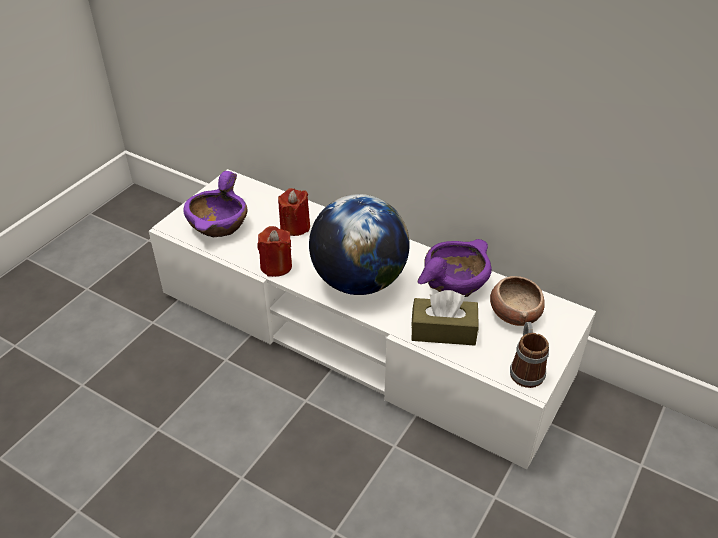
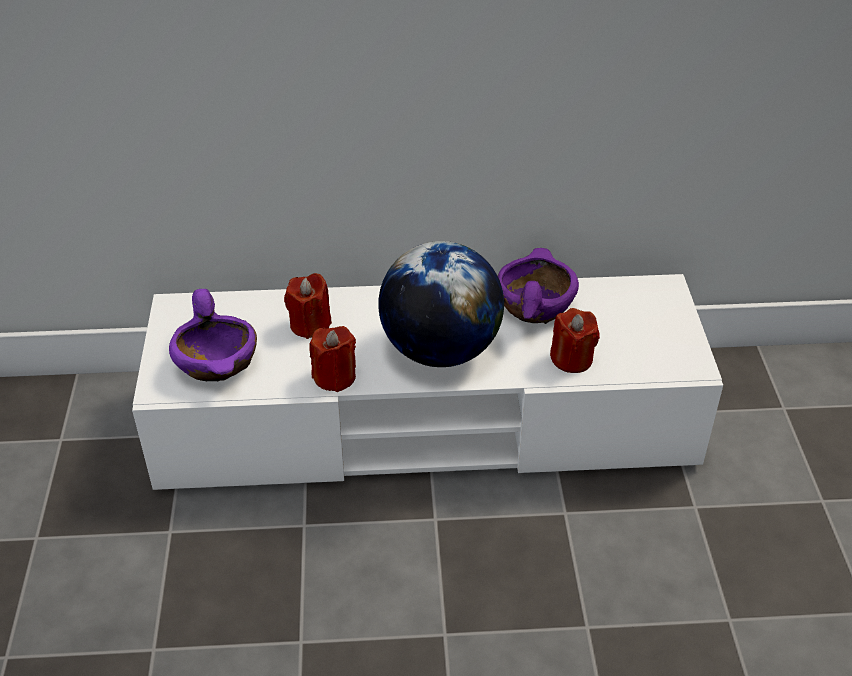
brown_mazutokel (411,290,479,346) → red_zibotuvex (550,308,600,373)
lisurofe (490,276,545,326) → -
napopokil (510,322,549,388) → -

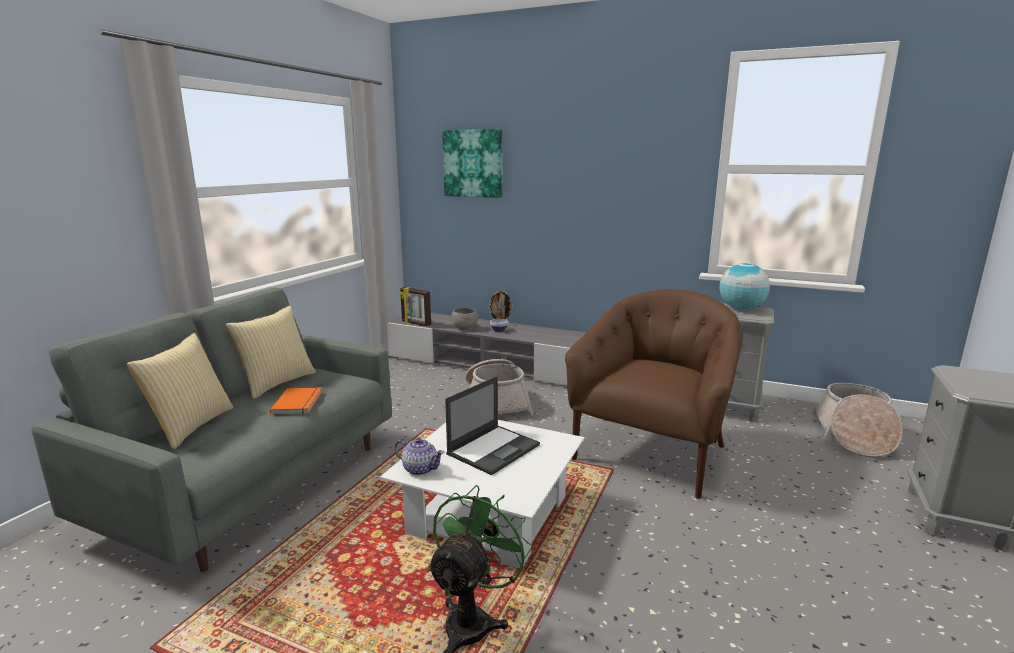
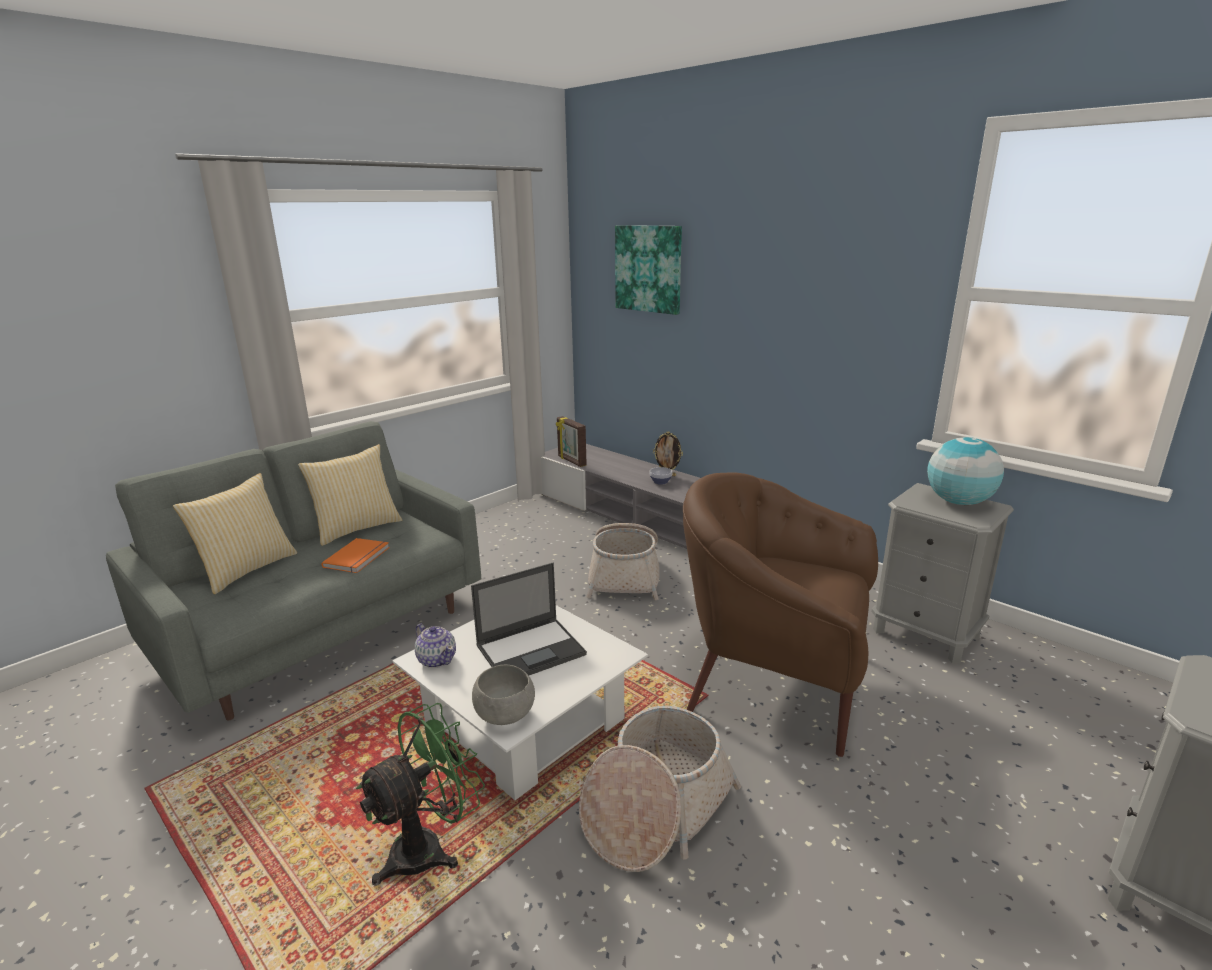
grey_lisurofe (451,308,478,329) → grey_lisurofe (472,665,535,725), shifted
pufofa (812,383,903,457) → pufofa (579,706,741,872), shifted
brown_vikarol (565,289,743,499) → brown_vikarol (683,473,878,757), 120 degrees counterclockwise

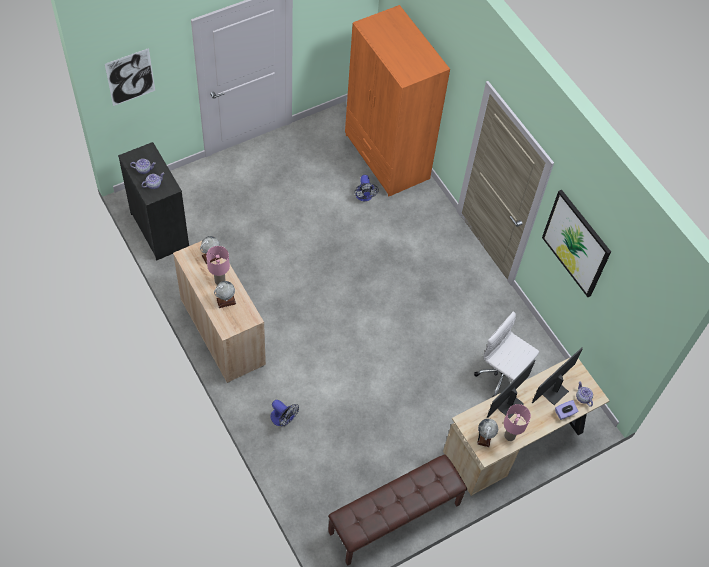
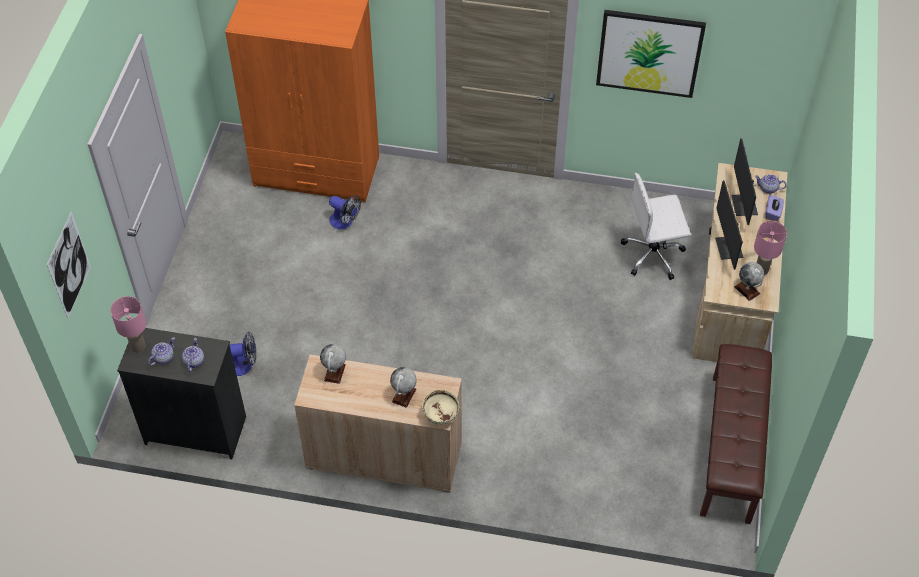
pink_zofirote (206,246,230,285) → pink_zofirote (110,296,146,353), shifted
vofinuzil (270,400,299,426) → vofinuzil (229,332,256,376), shifted
- → beige_lisurofe (422,389,459,425)

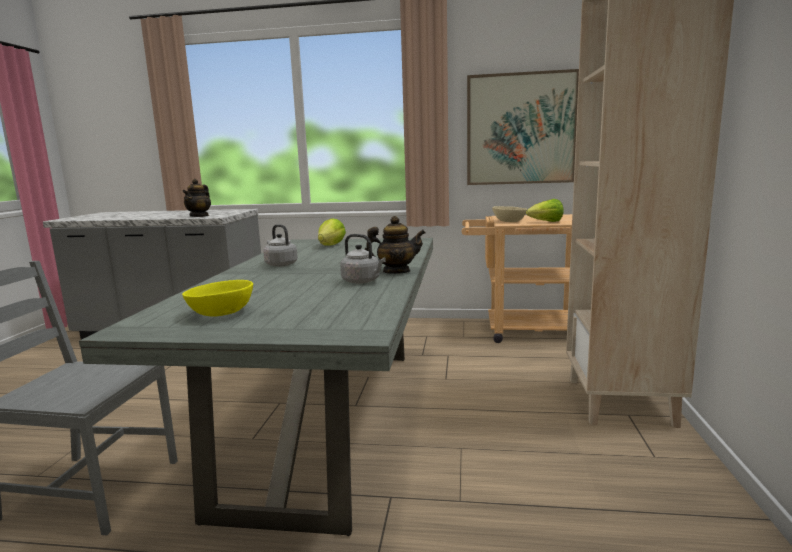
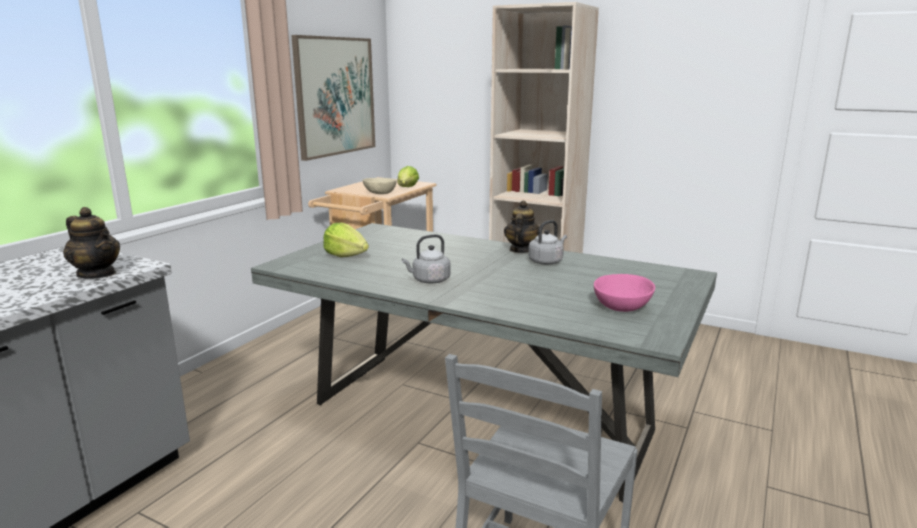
yellow_lisurofe (182,280,253,317) → pink_lisurofe (594,274,655,312)

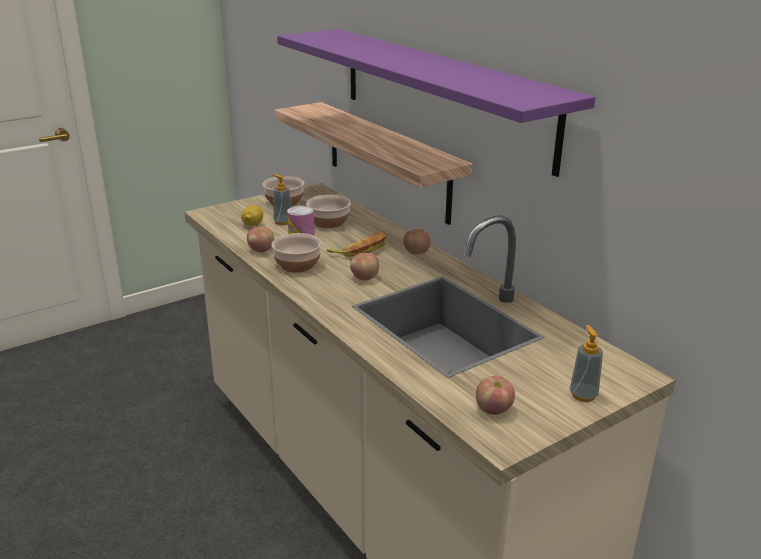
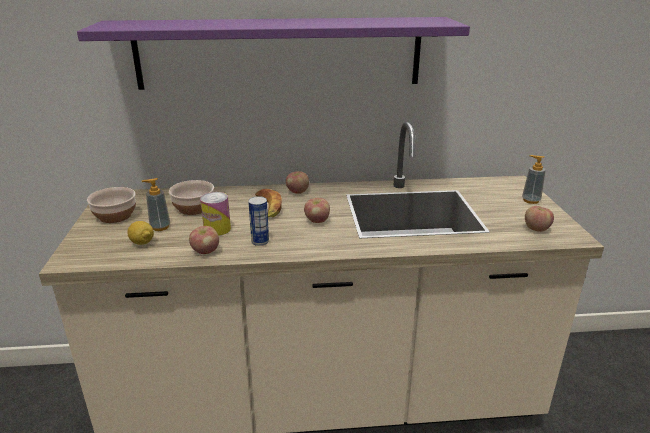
lisurofe (271,233,322,272) → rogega (248,196,269,246)
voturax (275,102,472,225) → -

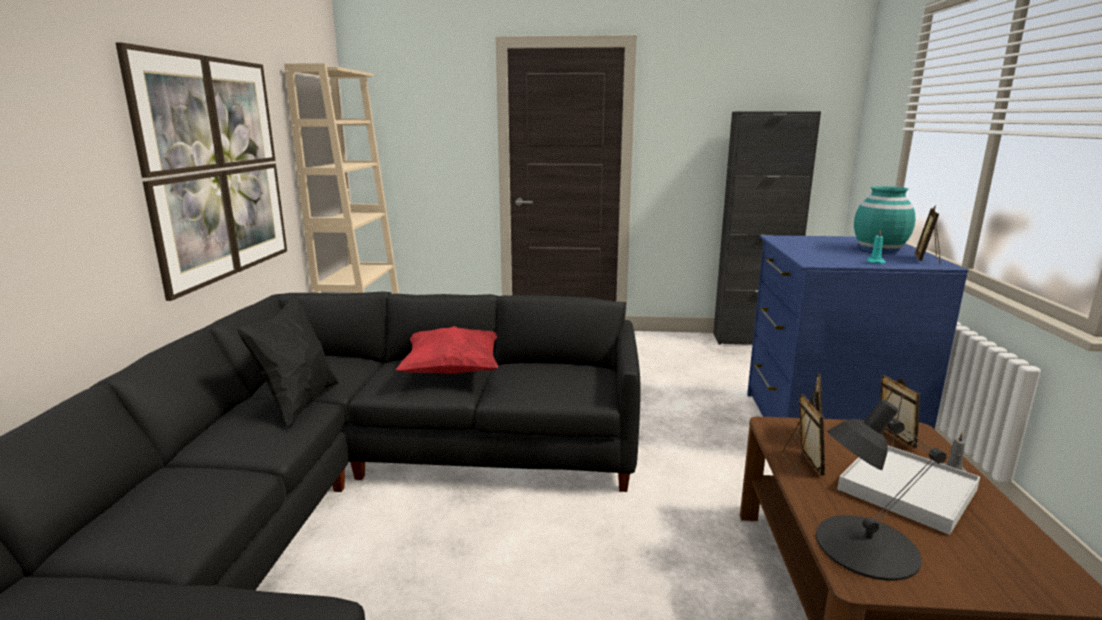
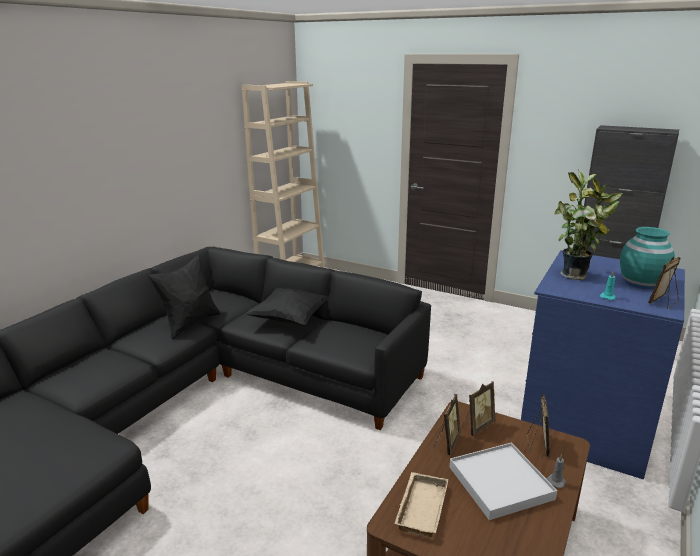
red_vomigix (395,326,498,374) → black_vomigix (245,288,329,326)
black_zofirote (816,400,947,581) → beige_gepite (395,472,448,537)
- → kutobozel (555,170,622,280)
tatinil (115,42,287,301) → -

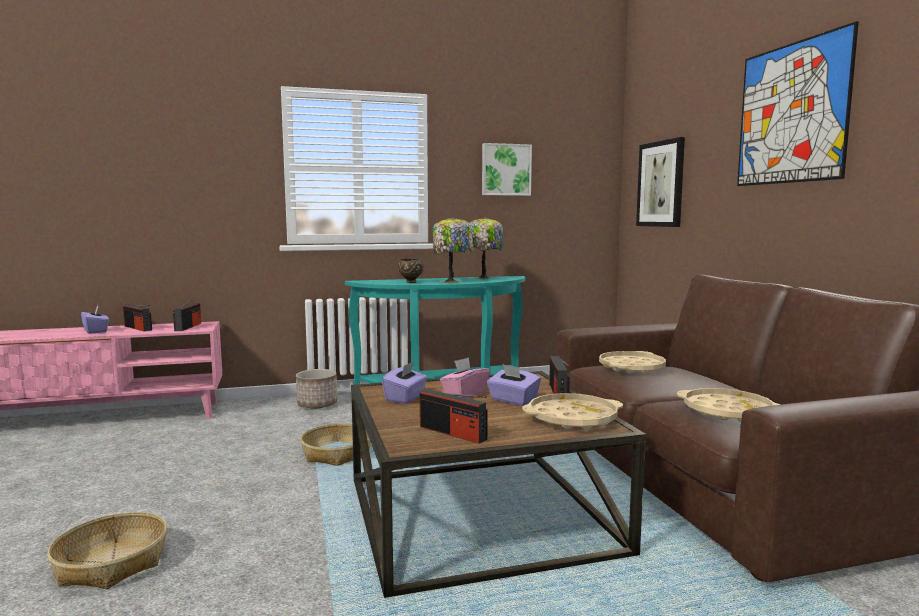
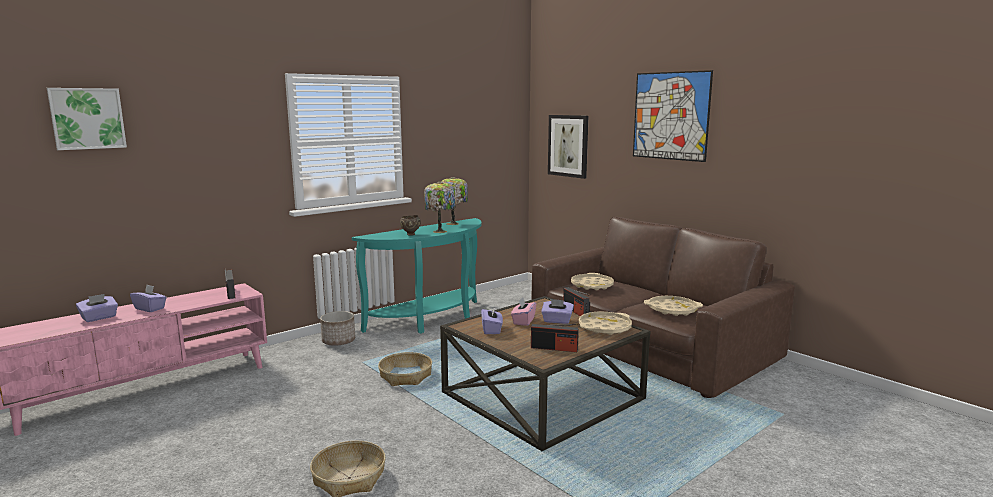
tatinil (482,143,532,196) → tatinil (47,88,127,150), shifted
- → purple_mazutokel (76,294,118,322)
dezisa (123,304,152,331) → -

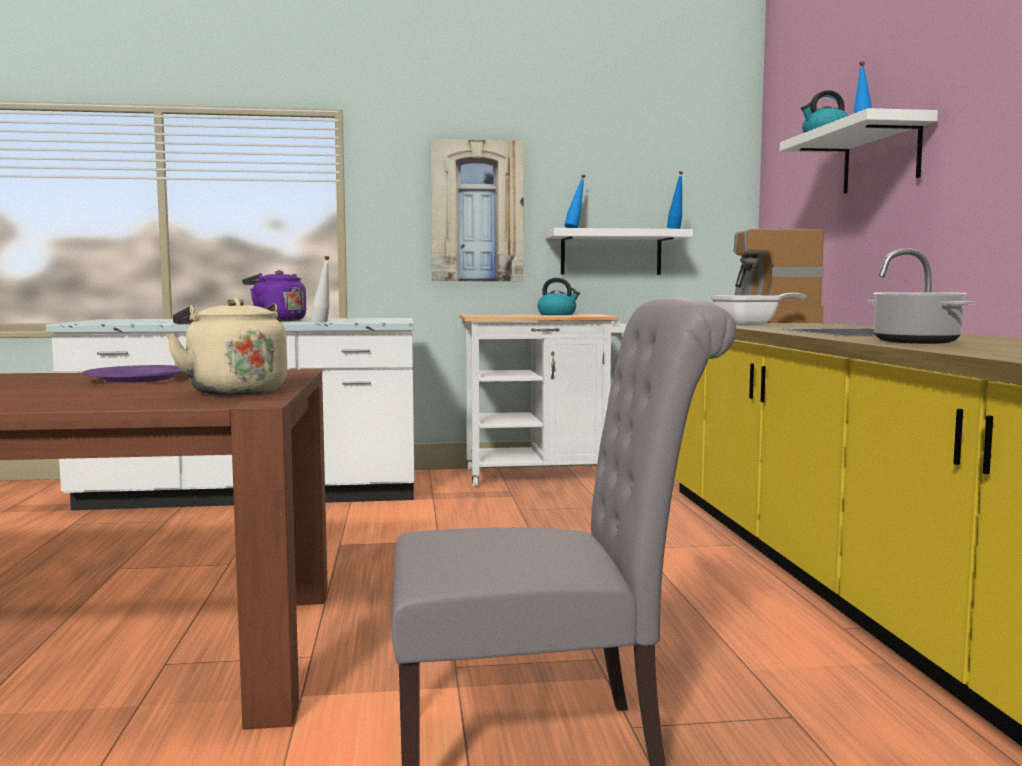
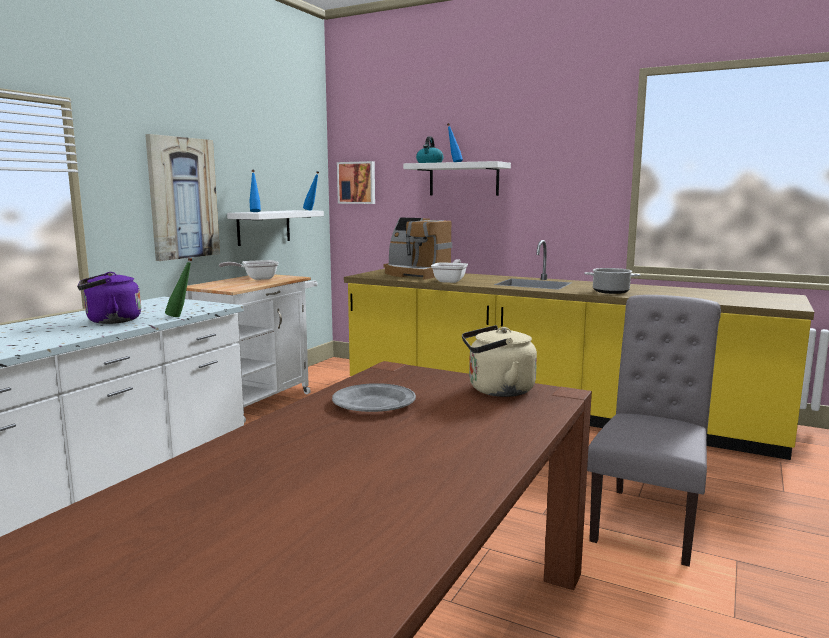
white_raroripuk (312,256,330,322) → green_raroripuk (165,257,193,317)
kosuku (537,278,580,315) → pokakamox (219,260,279,280)
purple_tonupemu (83,365,183,383) → grey_tonupemu (332,383,416,412)
- → tatinil (337,161,375,204)

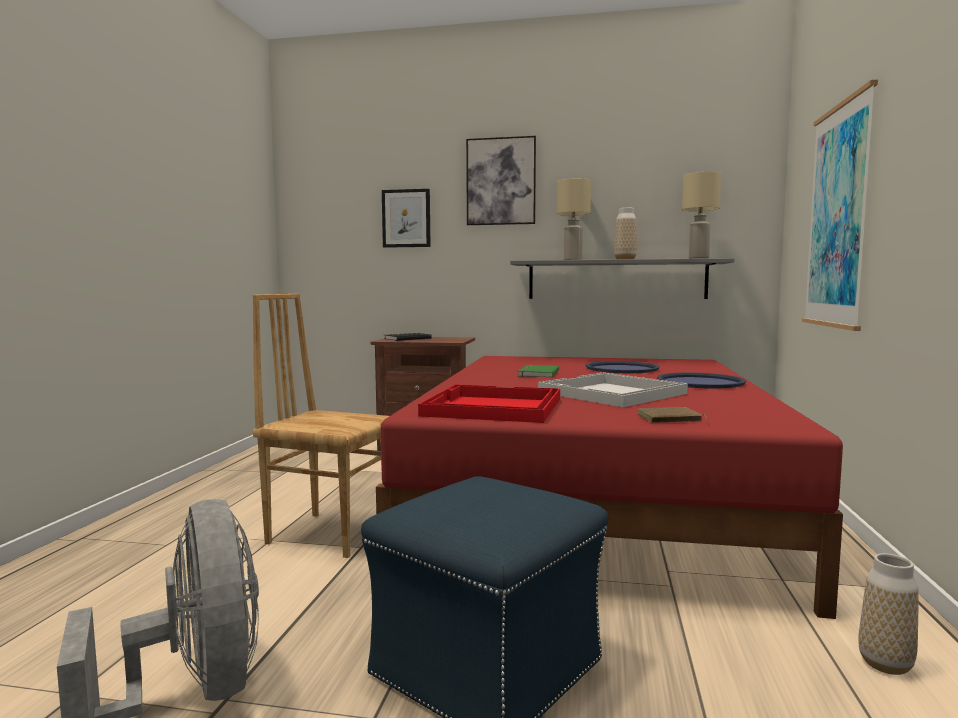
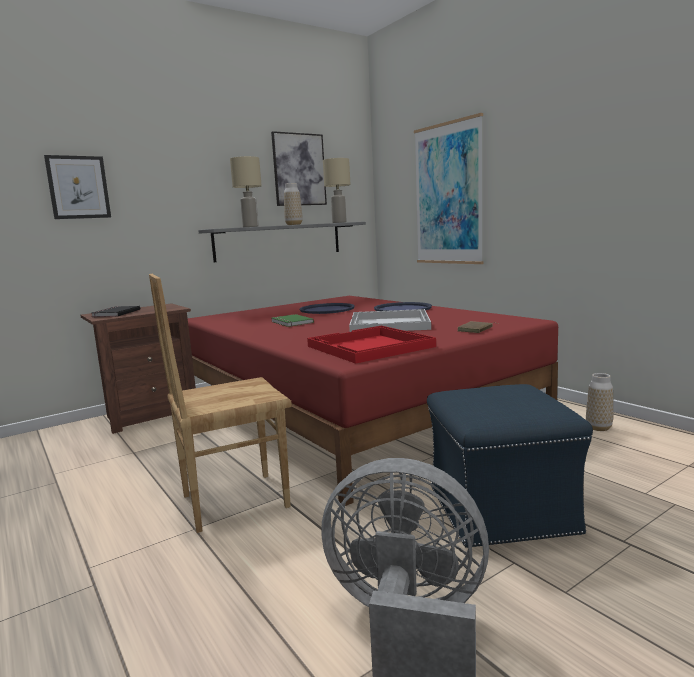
tatinil (466,136,536,225) → tatinil (271,131,327,206), shifted

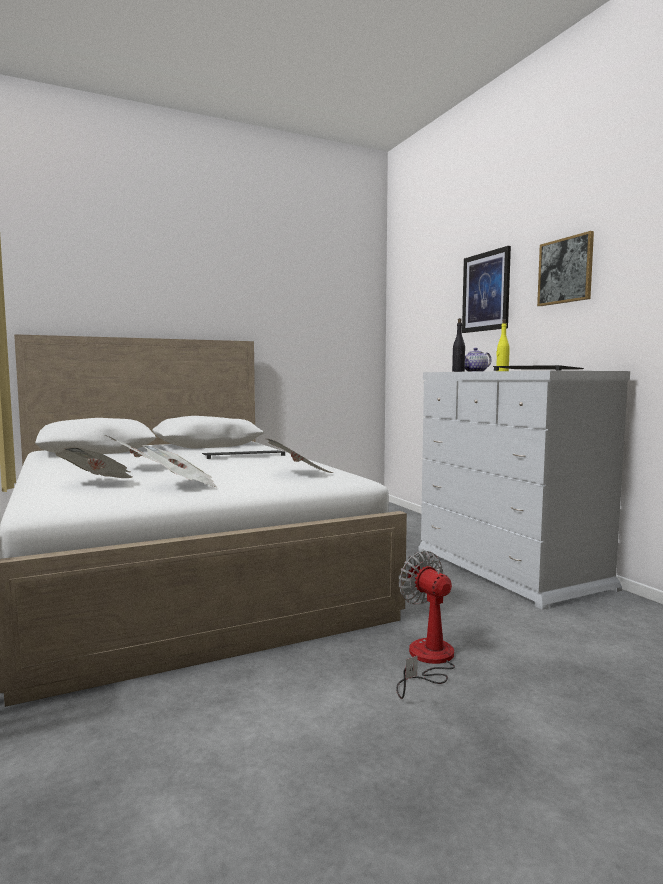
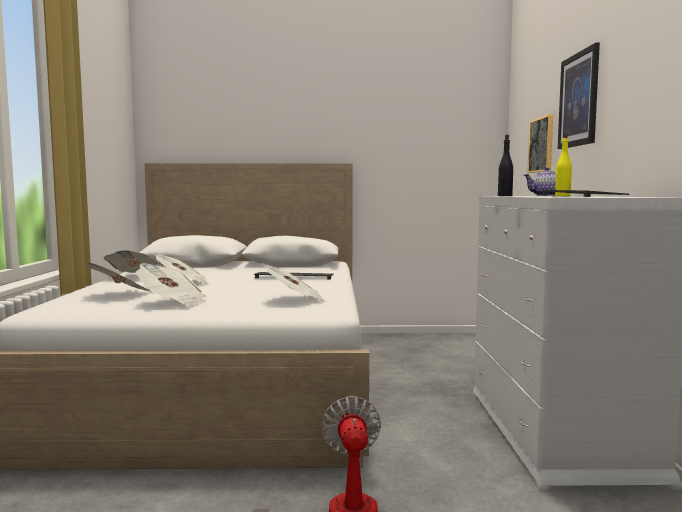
- → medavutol (104,250,157,273)
tatinil (537,231,594,306) → tatinil (527,114,553,173), shifted

